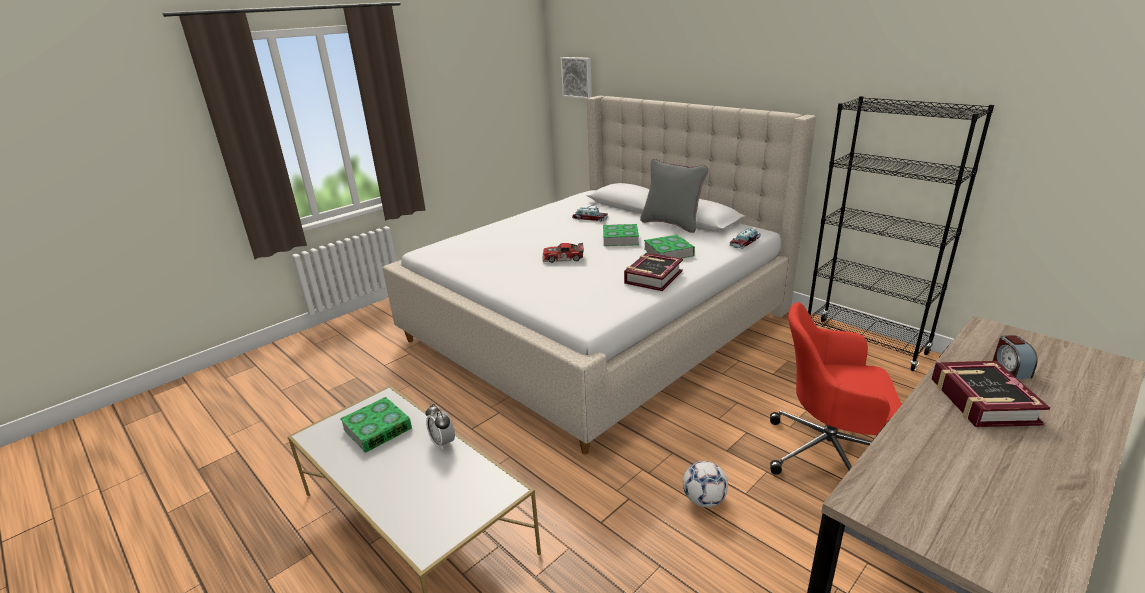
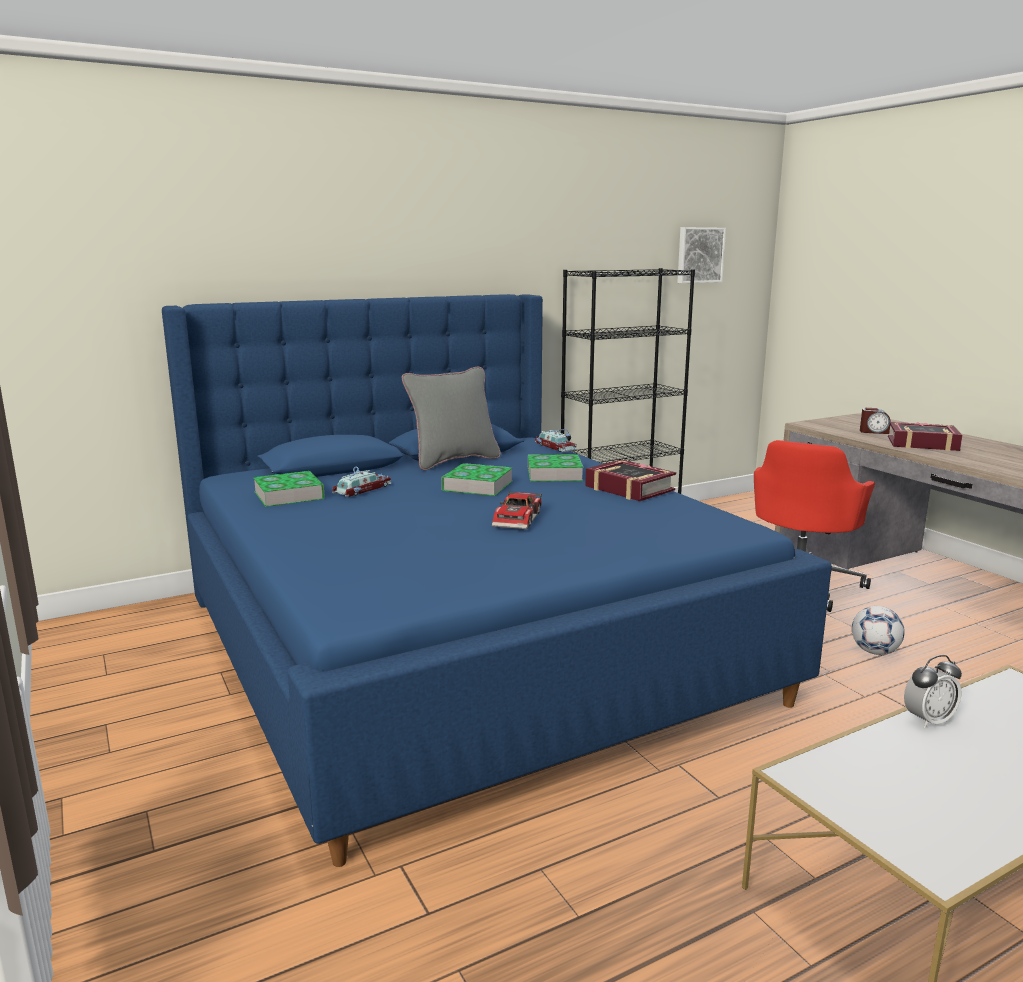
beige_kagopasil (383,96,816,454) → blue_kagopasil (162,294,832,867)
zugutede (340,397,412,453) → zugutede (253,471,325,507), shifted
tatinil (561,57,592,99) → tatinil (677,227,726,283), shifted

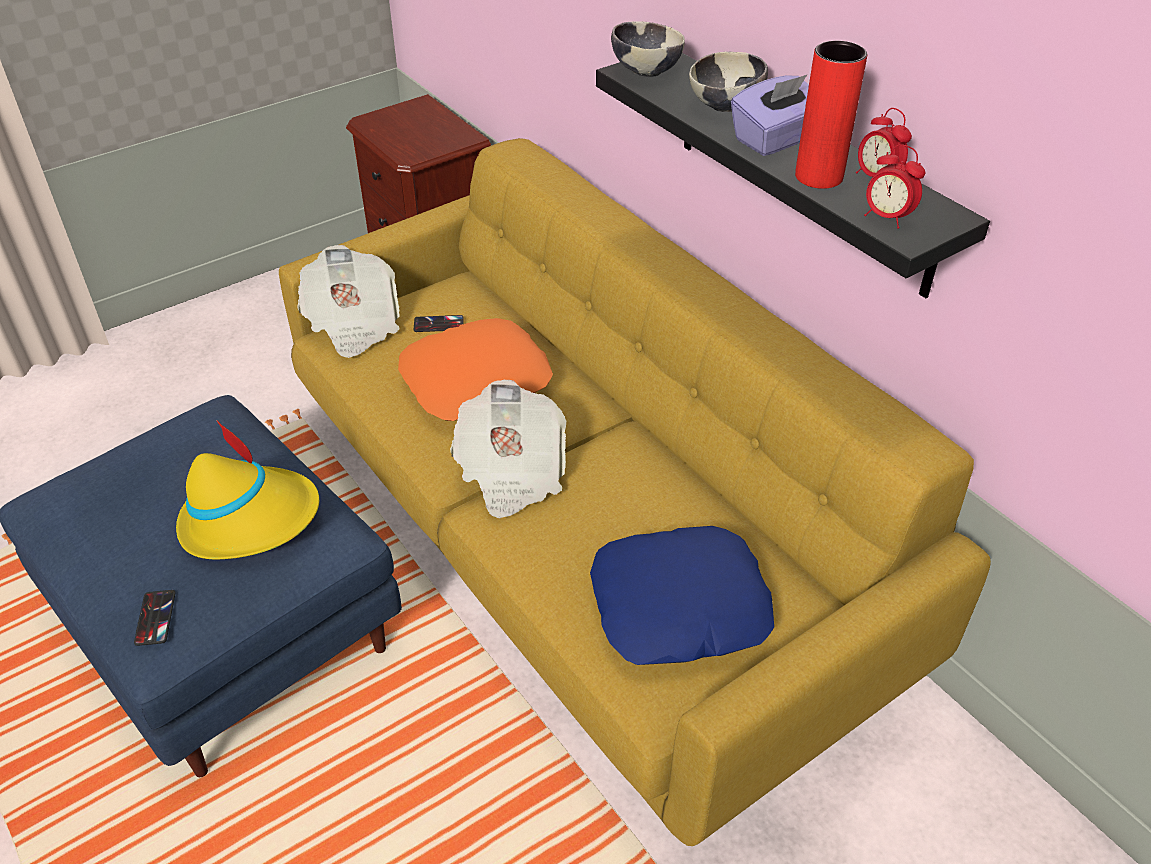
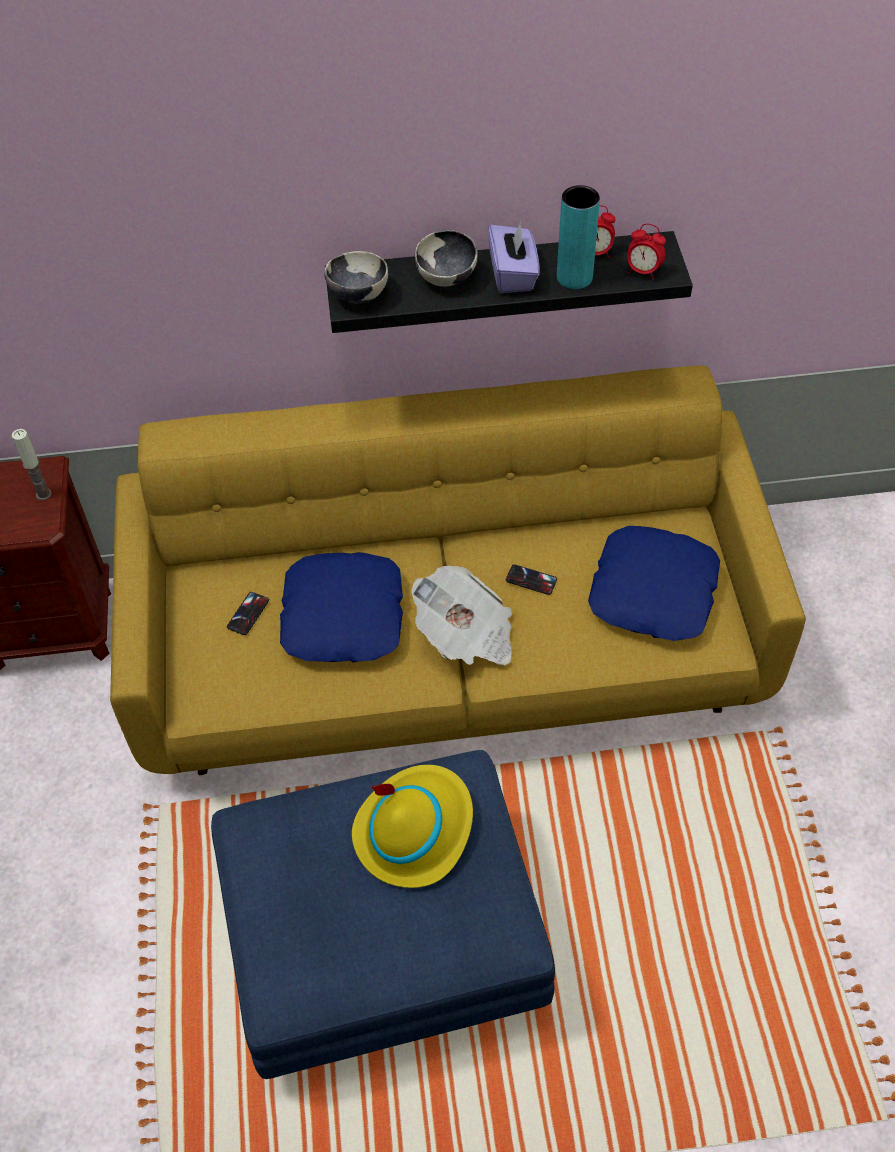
- → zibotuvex (12,429,52,500)
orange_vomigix (398,318,553,421) → blue_vomigix (280,552,403,663)
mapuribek (134,590,175,646) → mapuribek (506,564,557,595), shifted
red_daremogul (795,41,867,189) → turquoise_daremogul (557,185,600,289)
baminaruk (864,144,926,229) → baminaruk (627,224,666,280), 45 degrees clockwise
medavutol (297,245,400,358) → -

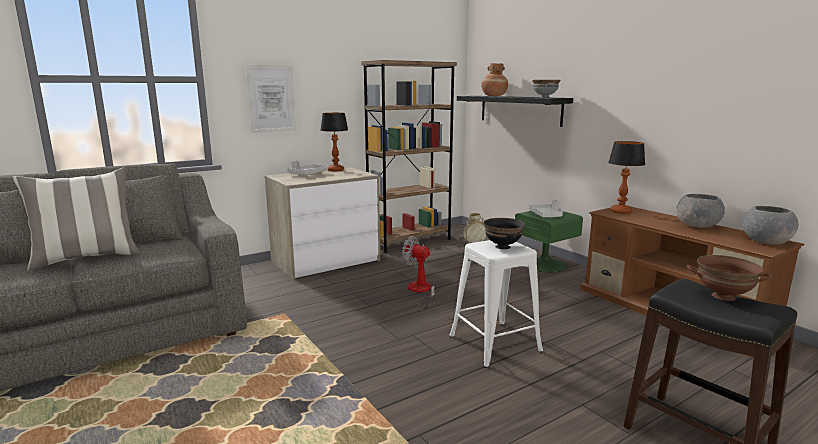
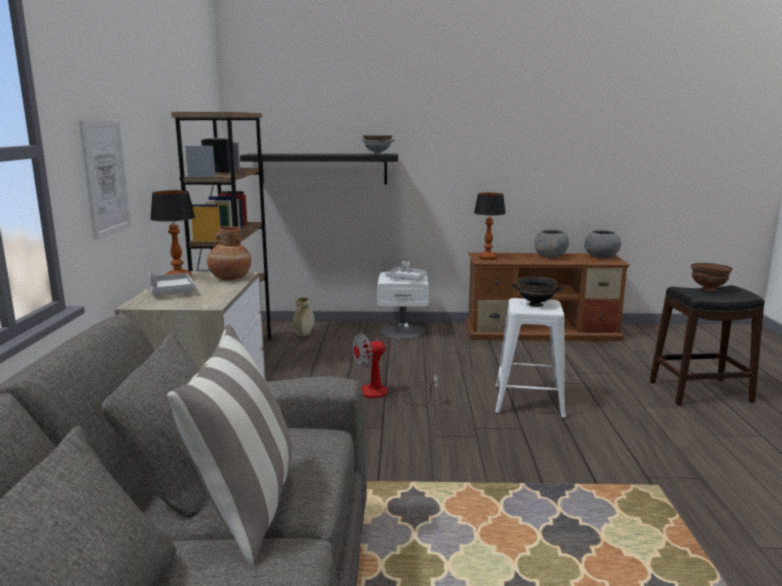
brown_daremogul (481,63,508,96) → brown_daremogul (207,226,251,280), shifted
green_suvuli (515,211,583,272) → white_suvuli (377,272,429,339)

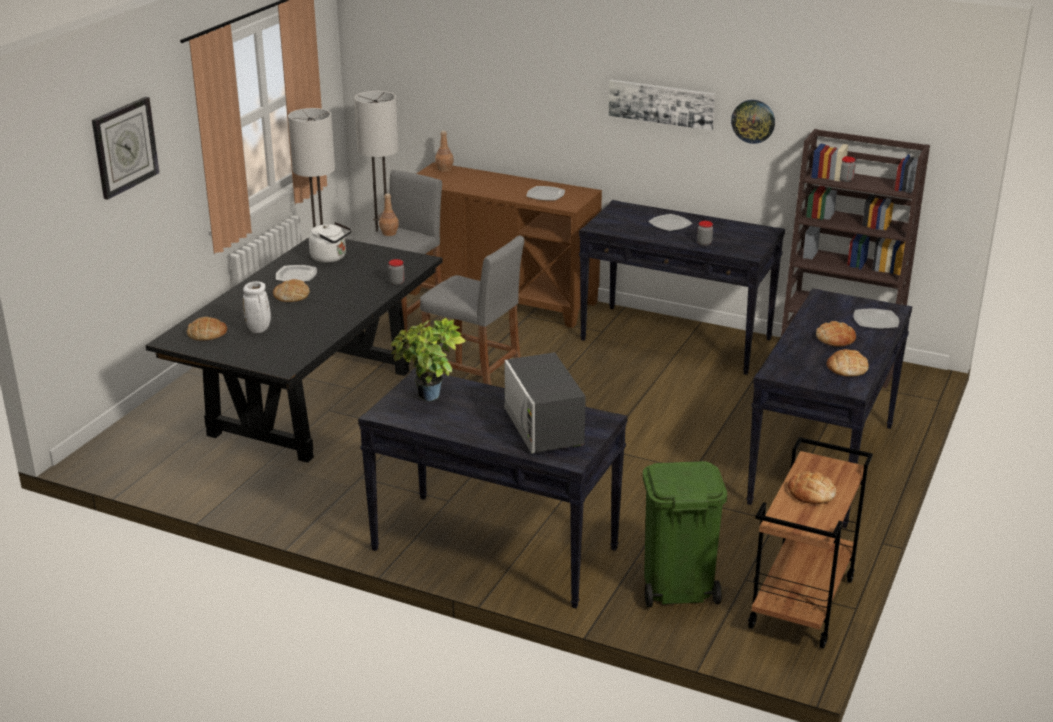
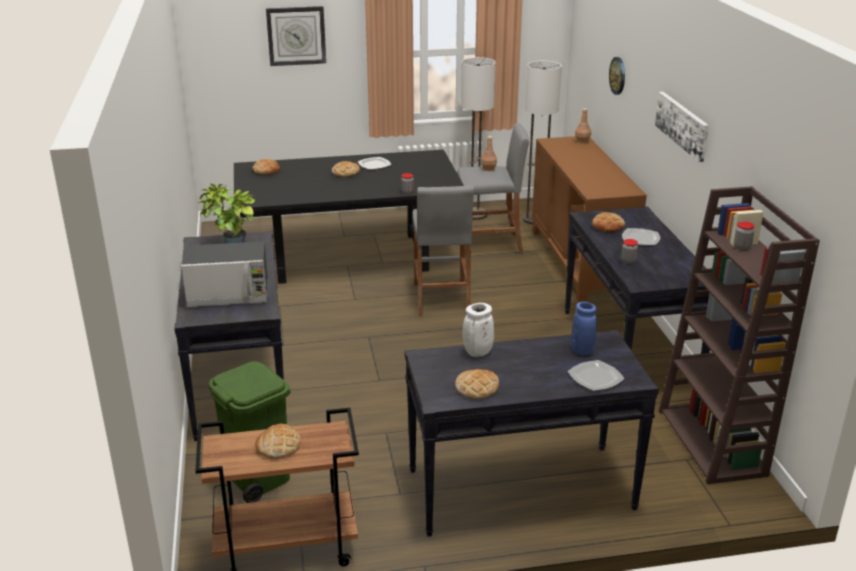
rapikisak (504,352,586,453) → rapikisak (181,241,268,307), 135 degrees counterclockwise
white_daremogul (243,281,271,333) → white_daremogul (462,303,494,357), shifted
- → blue_daremogul (571,302,597,355)
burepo (816,321,856,347) → burepo (592,212,625,232), shifted
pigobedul (731,100,775,144) → pigobedul (609,57,625,95), shifted
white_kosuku (309,222,352,263) → -
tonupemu (526,186,565,201) → -

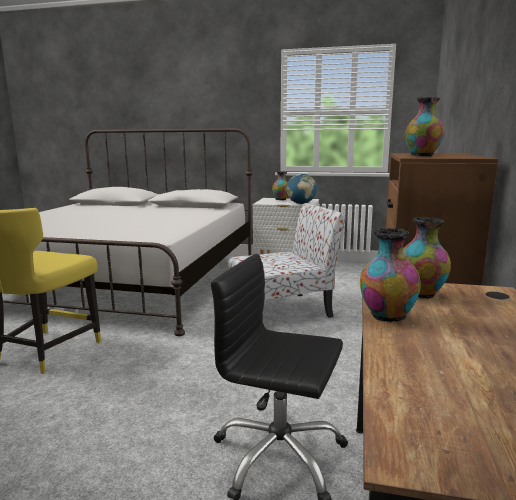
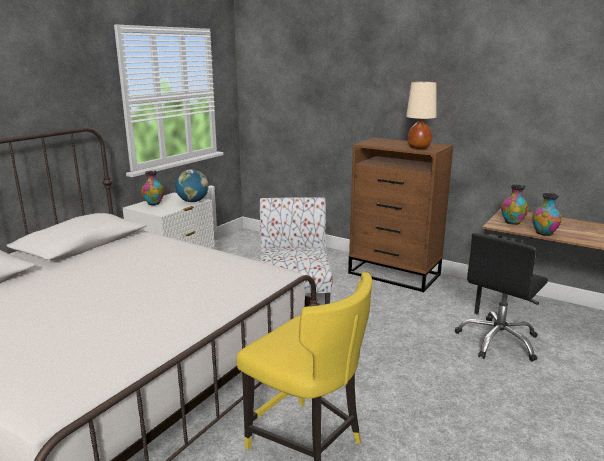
daremogul (405,97,444,156) → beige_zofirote (406,81,436,149)

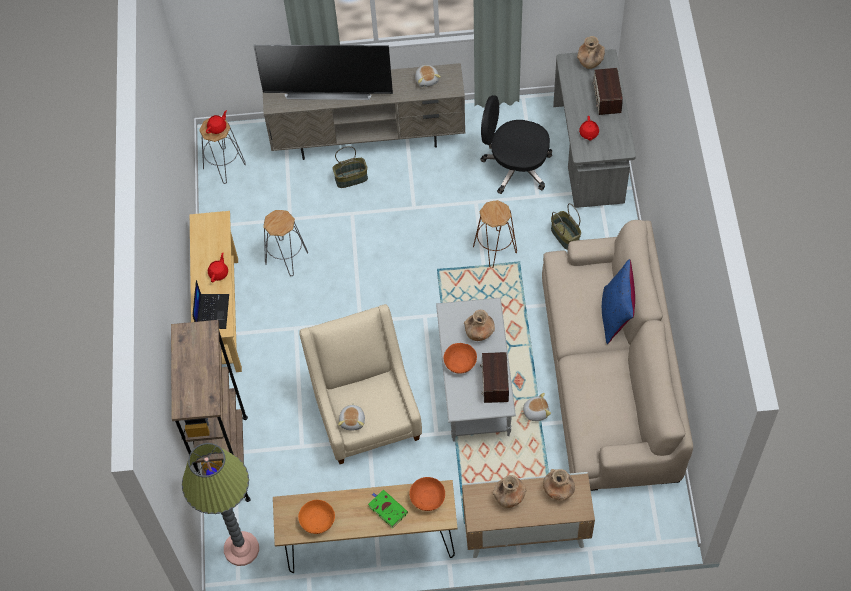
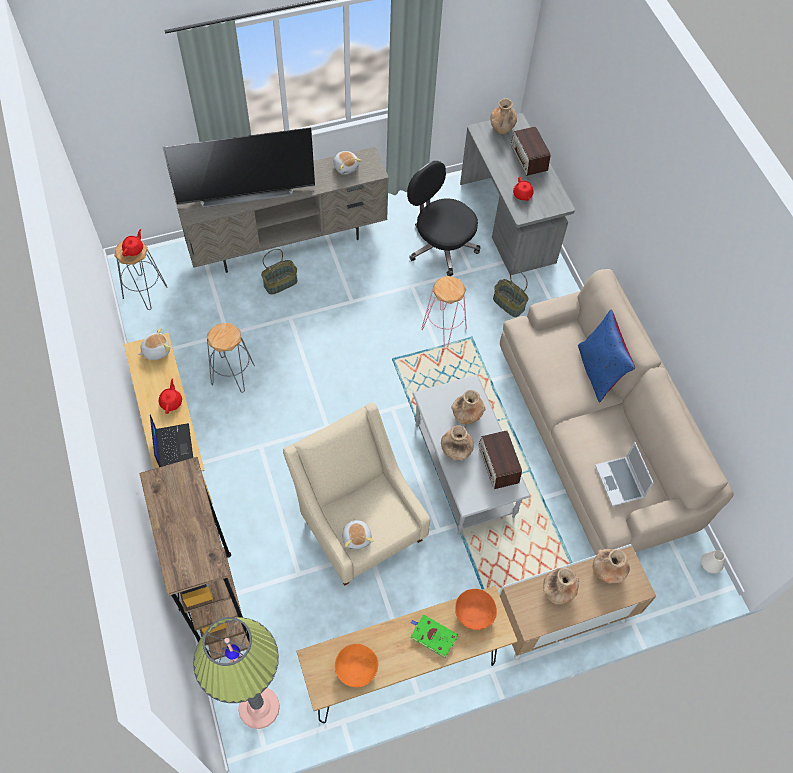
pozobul (520,393,551,421) → pozobul (138,328,171,360), shifted
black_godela (480,95,552,194) → black_godela (407,161,481,276), 45 degrees clockwise
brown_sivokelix (473,200,517,268) → pink_sivokelix (422,276,467,348)
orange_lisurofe (443,343,477,374) → brown_daremogul (441,425,474,460)
- → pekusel (595,442,654,506)
- → white_daremogul (701,550,725,574)

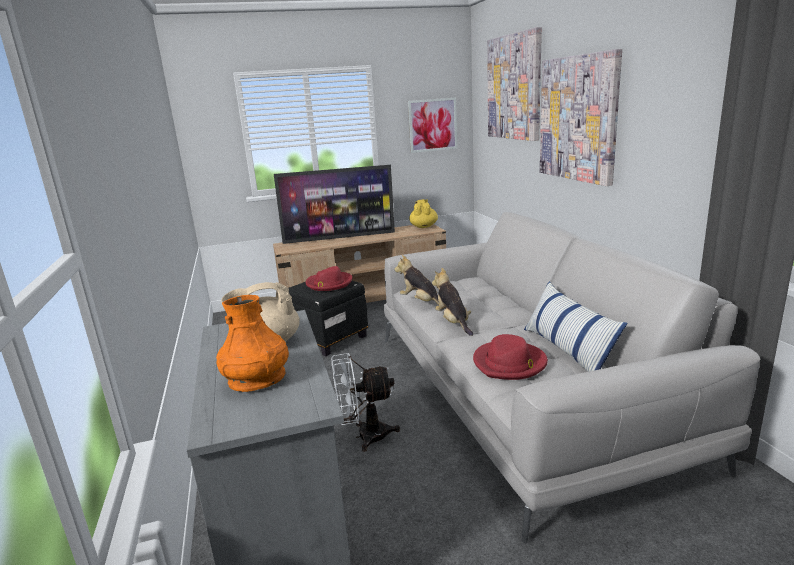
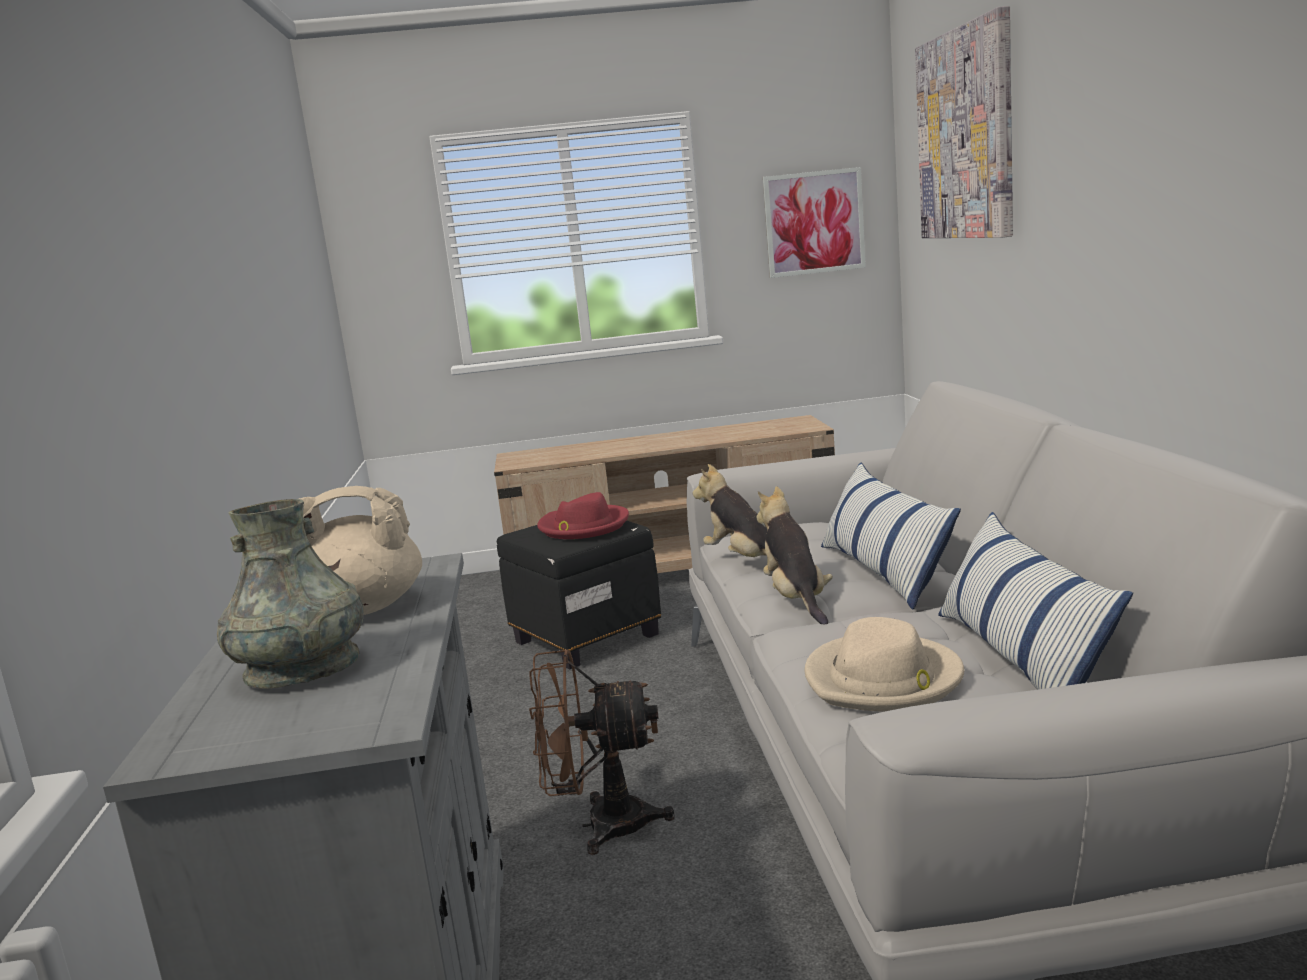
orange_daremogul (216,295,289,392) → grey_daremogul (217,499,364,689)
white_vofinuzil (332,353,400,452) → brown_vofinuzil (529,650,675,855)
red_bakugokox (473,334,548,380) → beige_bakugokox (805,617,964,711)
- → vomigix (821,462,961,610)
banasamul (274,165,395,244) → -
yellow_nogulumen (409,199,438,228) → -
tatinil (540,49,622,186) → -

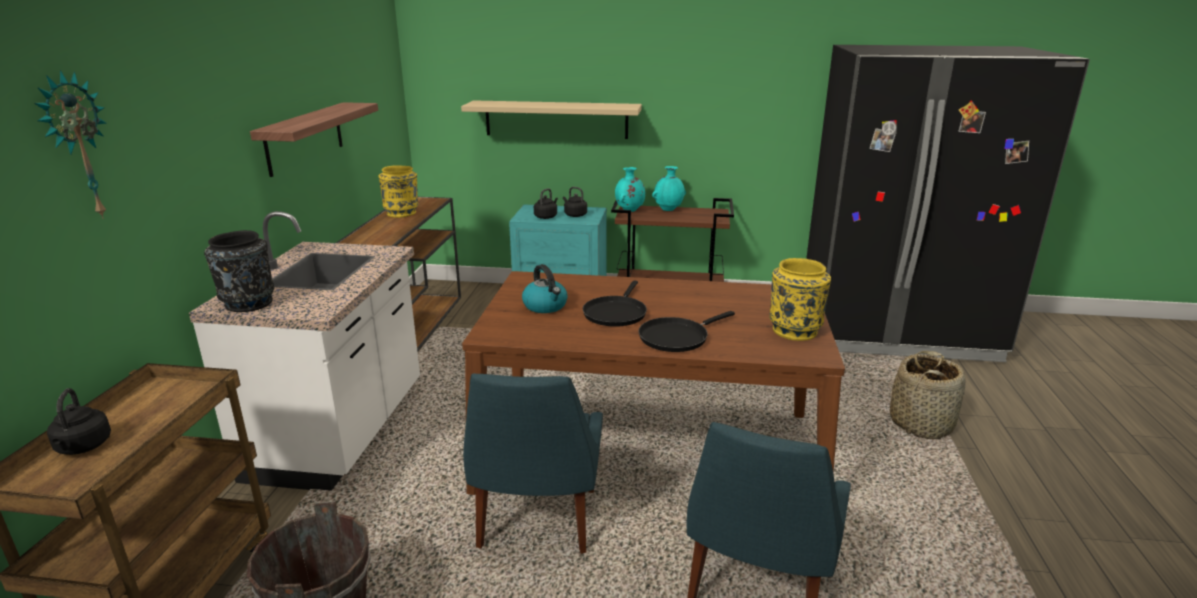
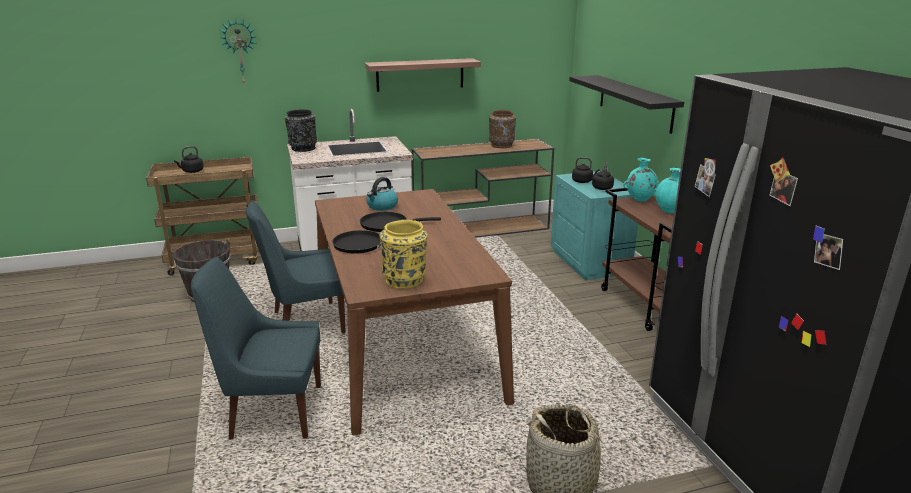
yellow_daremogul (378,165,418,218) → brown_daremogul (489,110,516,148)
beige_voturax (461,100,642,139) → black_voturax (569,75,684,134)

